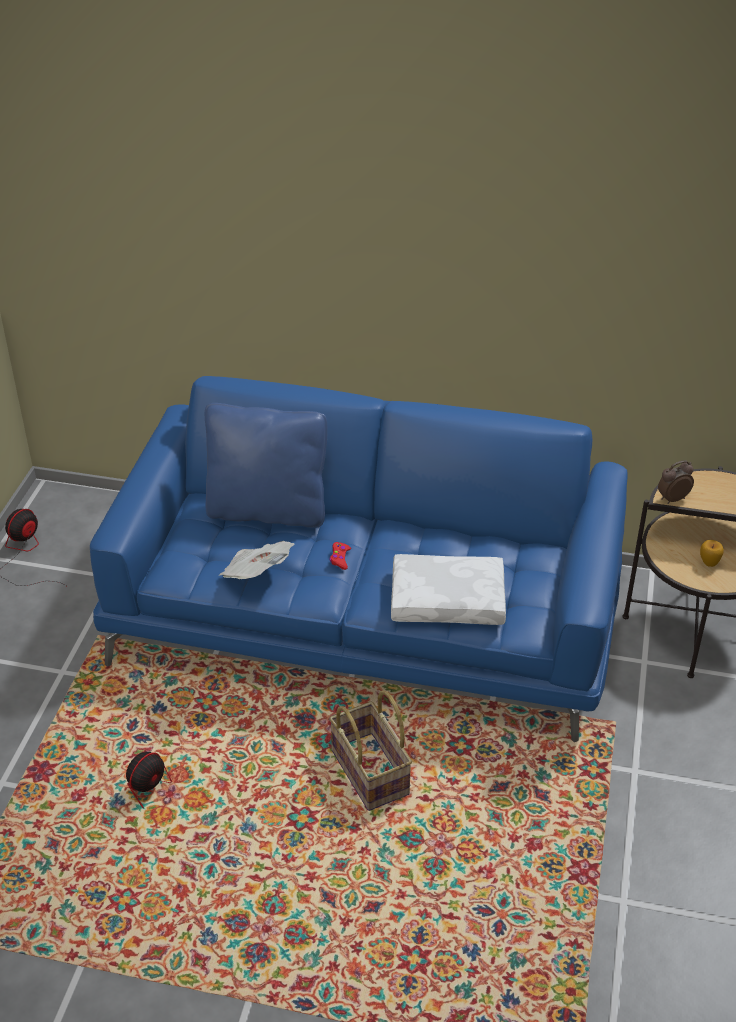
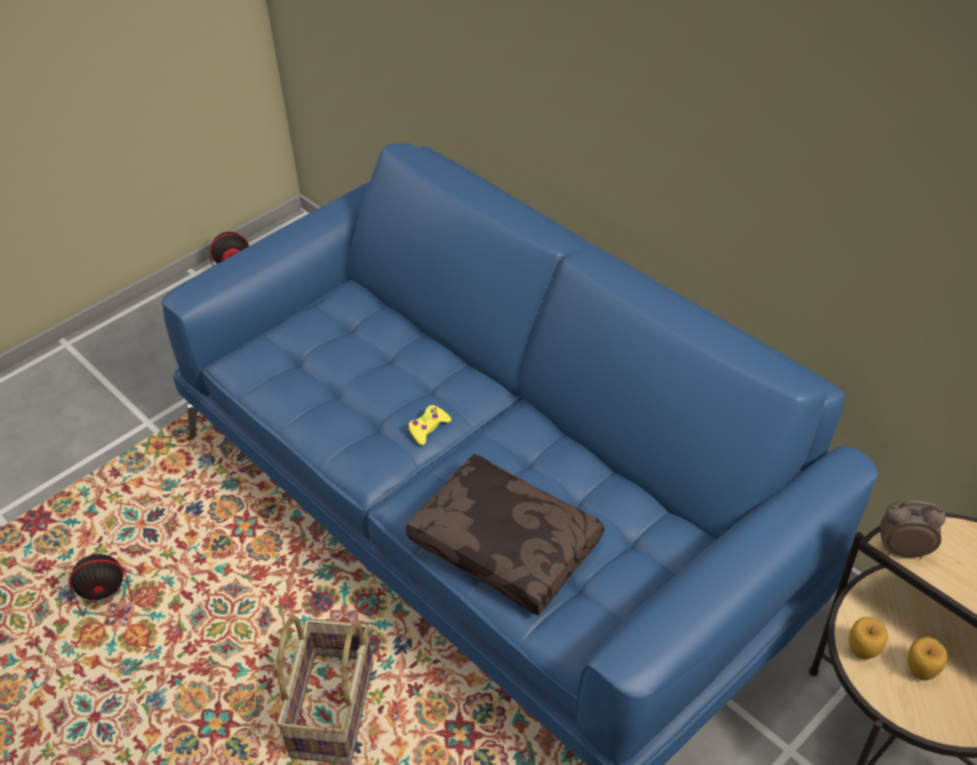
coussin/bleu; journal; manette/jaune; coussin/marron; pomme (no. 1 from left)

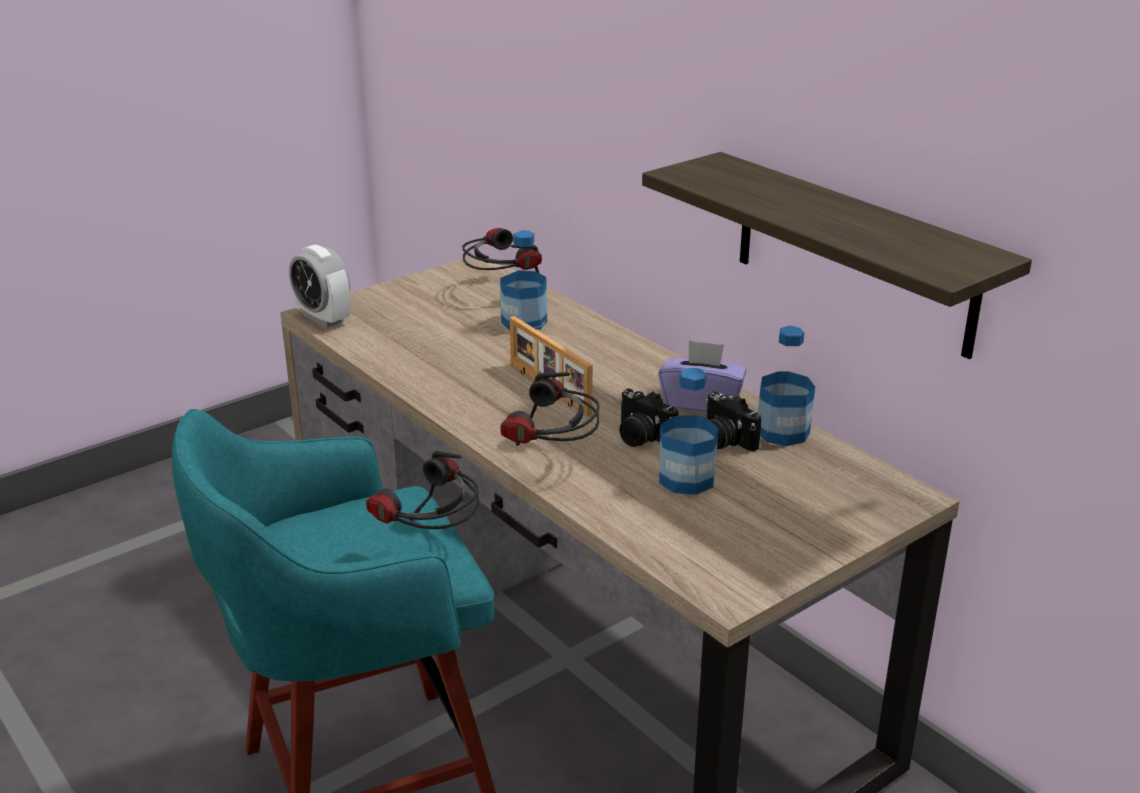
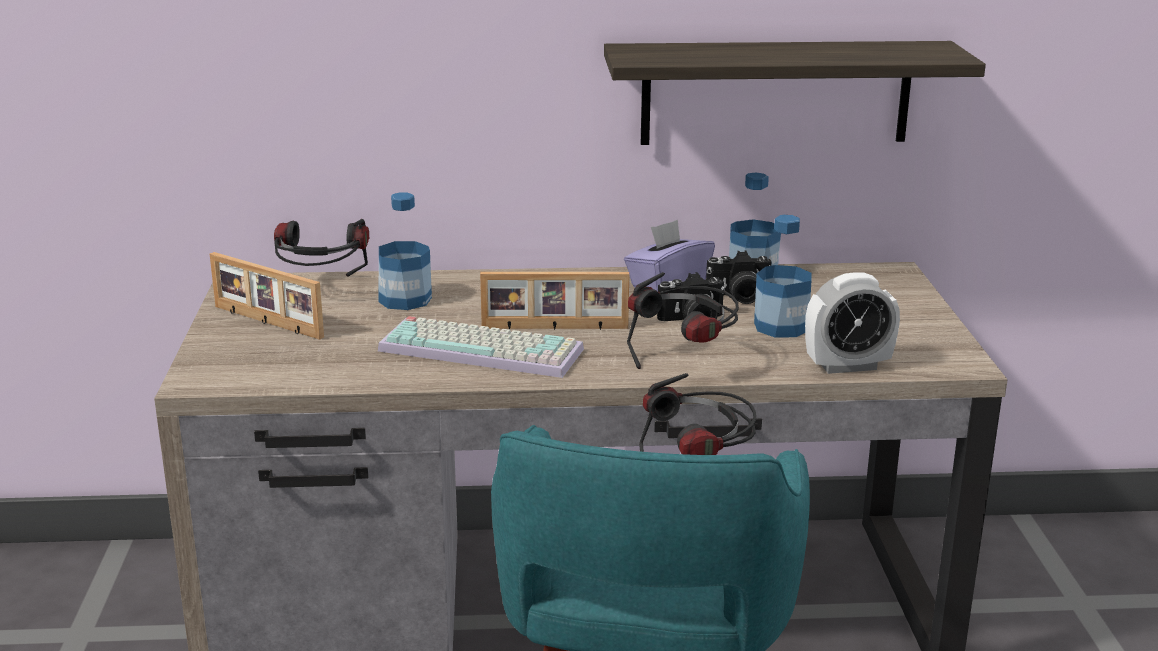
réveil; cadre photo (no. 1 from left); clavier

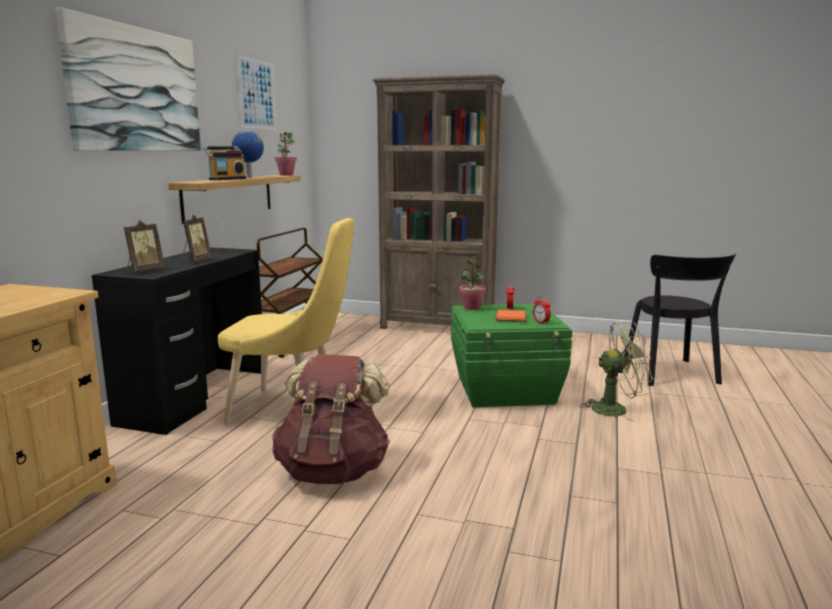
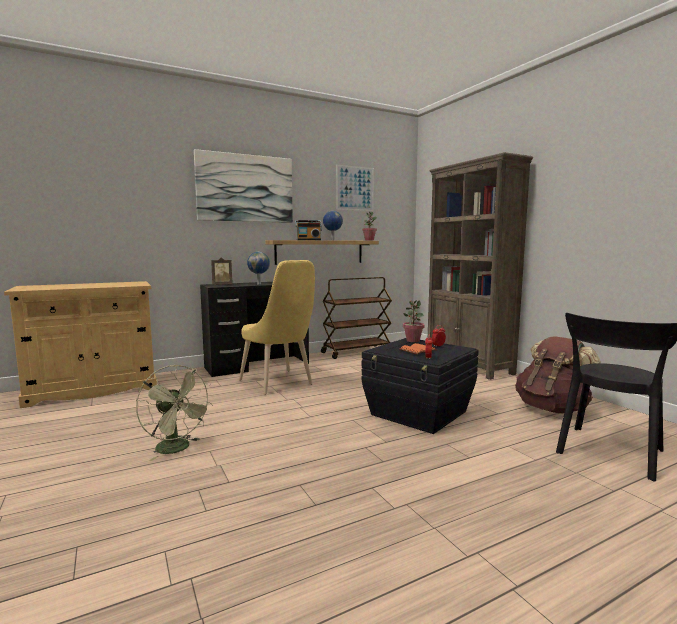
globe (no. 1 from left); boîte de rangement/noir; ventilateur/vert; sac à dos/marron

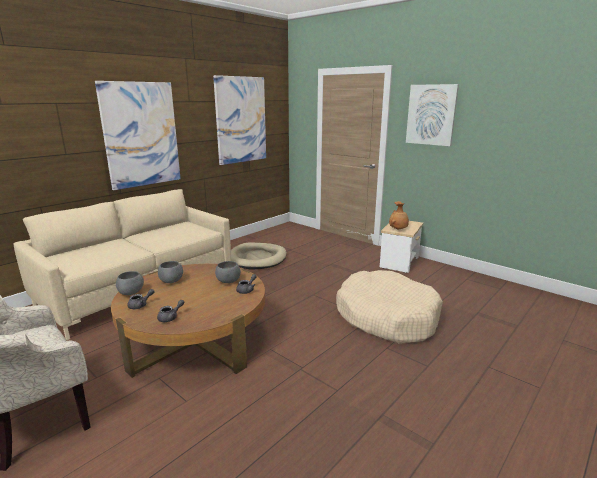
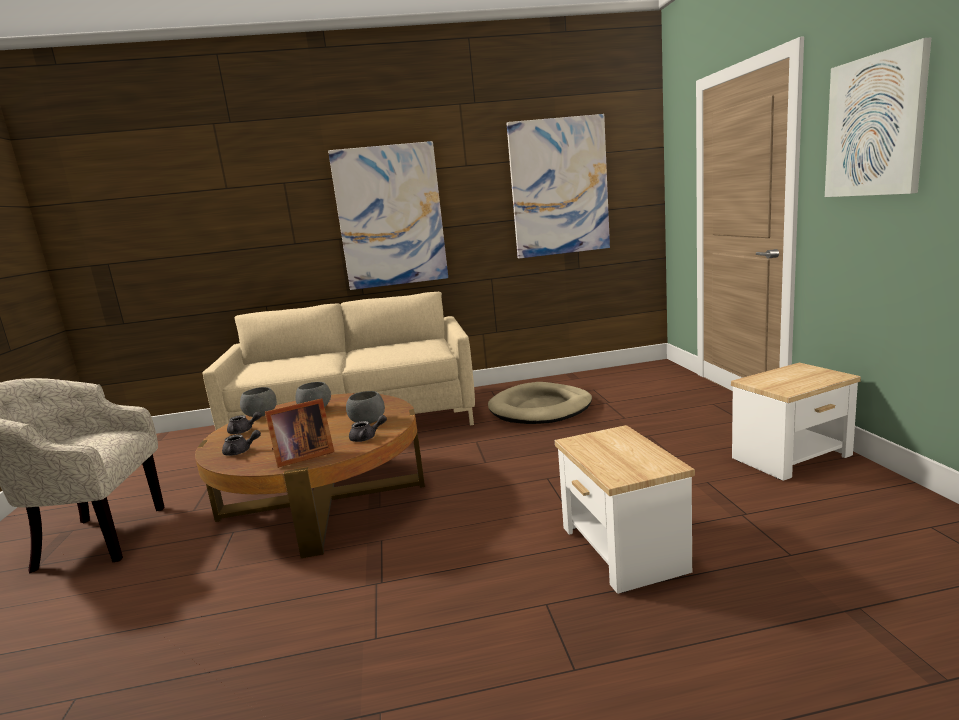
vase/marron; table d'appoint (no. 1 from left); cadre photo

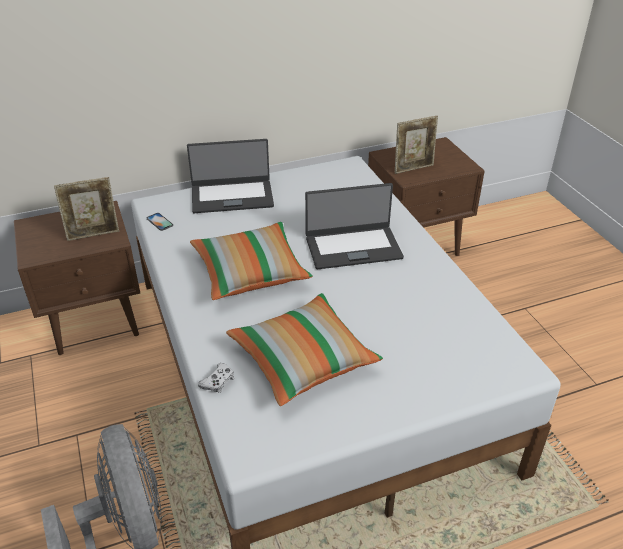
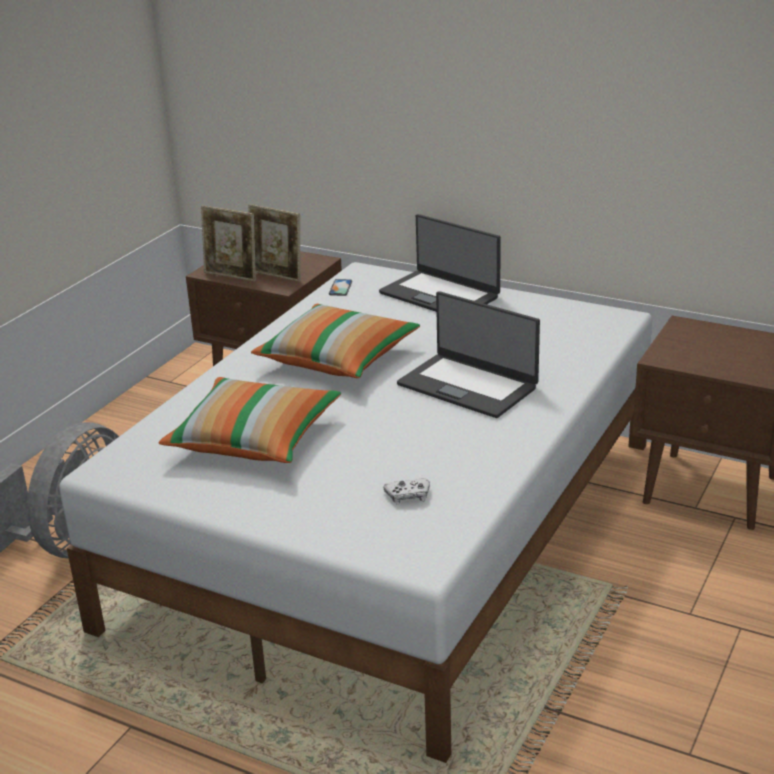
cadre photo (no. 1 from left); manette/blanc

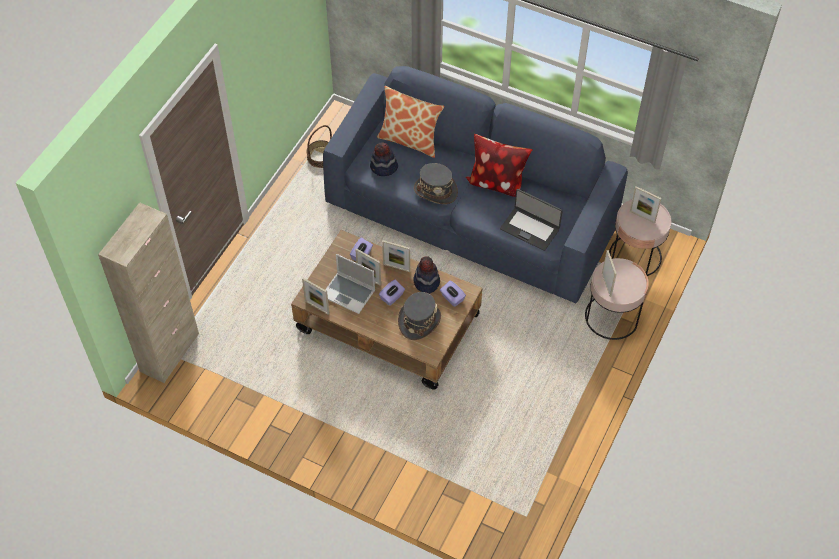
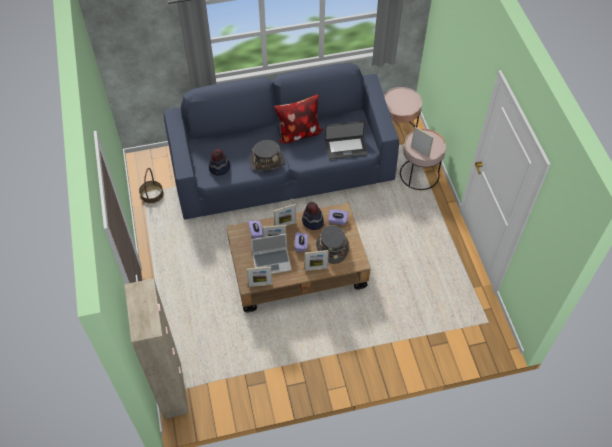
coussin (no. 1 from left in the first image); cadre photo (no. 4 from left)

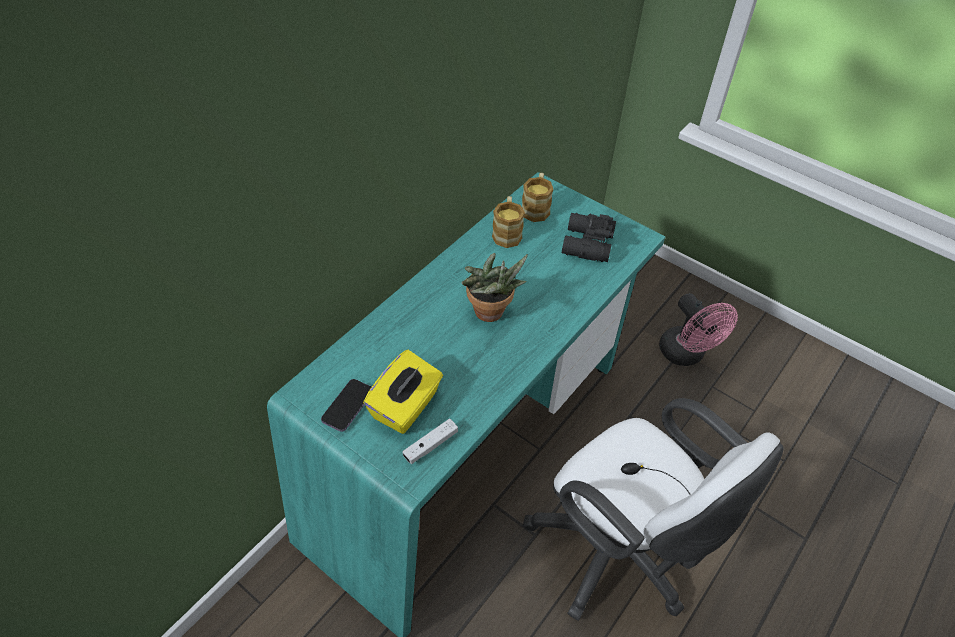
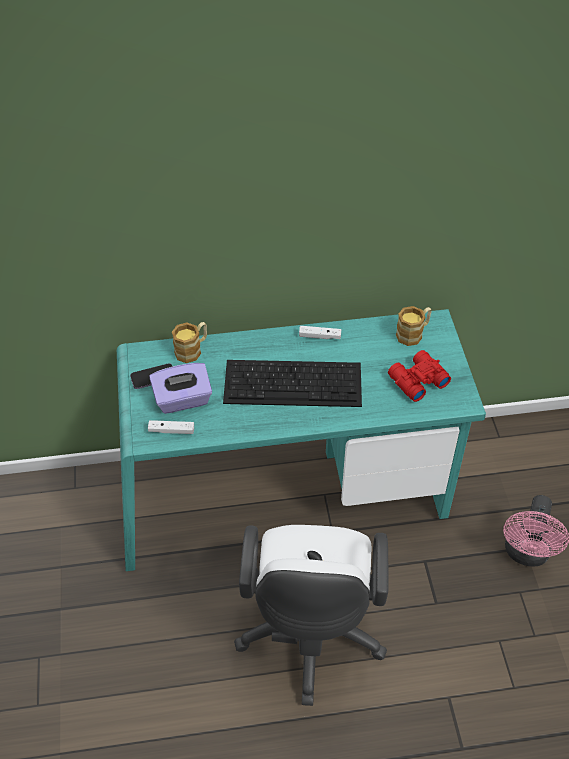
mug (no. 1 from left); jumelles/rouge; clavier; boîte à mouchoirs/violet; manette/blanc (no. 2 from left)

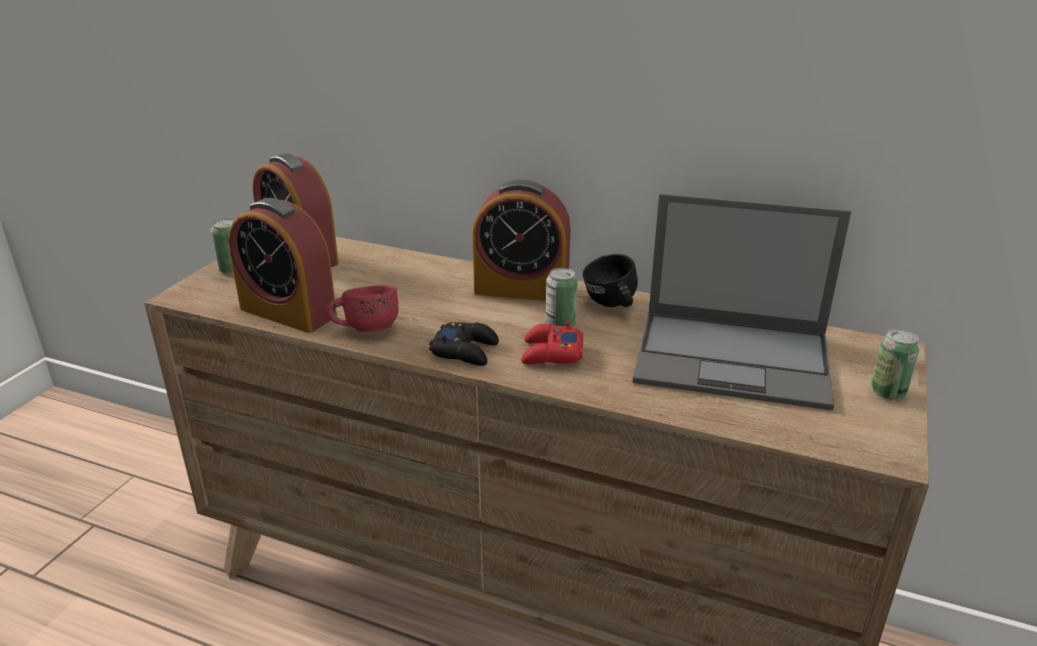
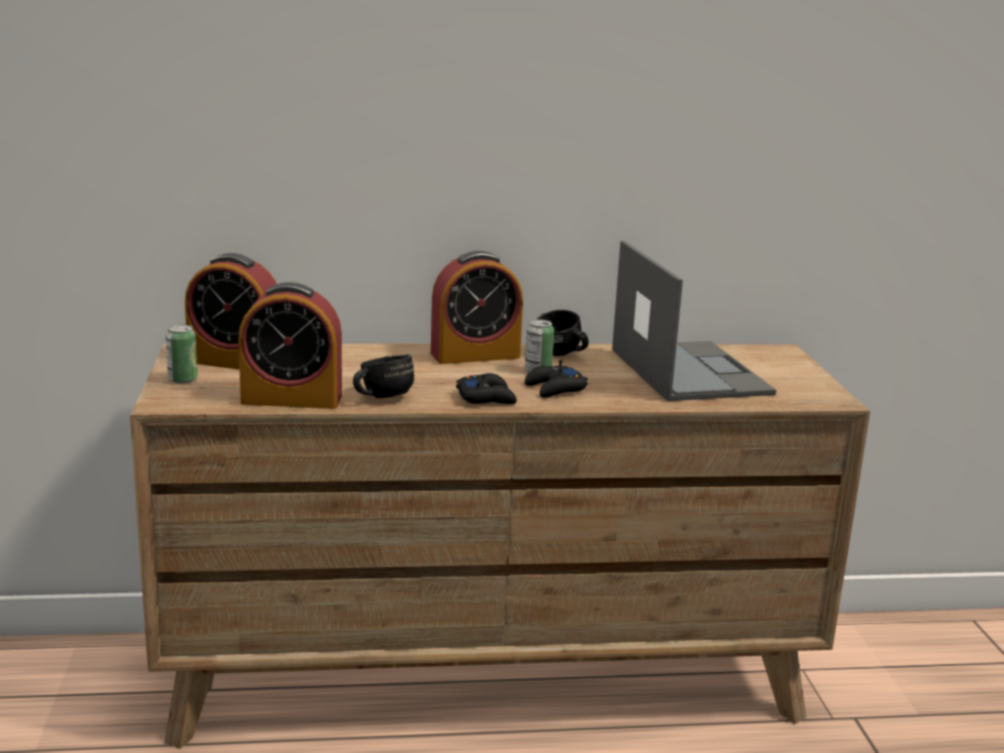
ordinateur portable; mug/noir (no. 1 from left); manette/noir (no. 2 from left); boîte métallique (no. 3 from left in the first image)

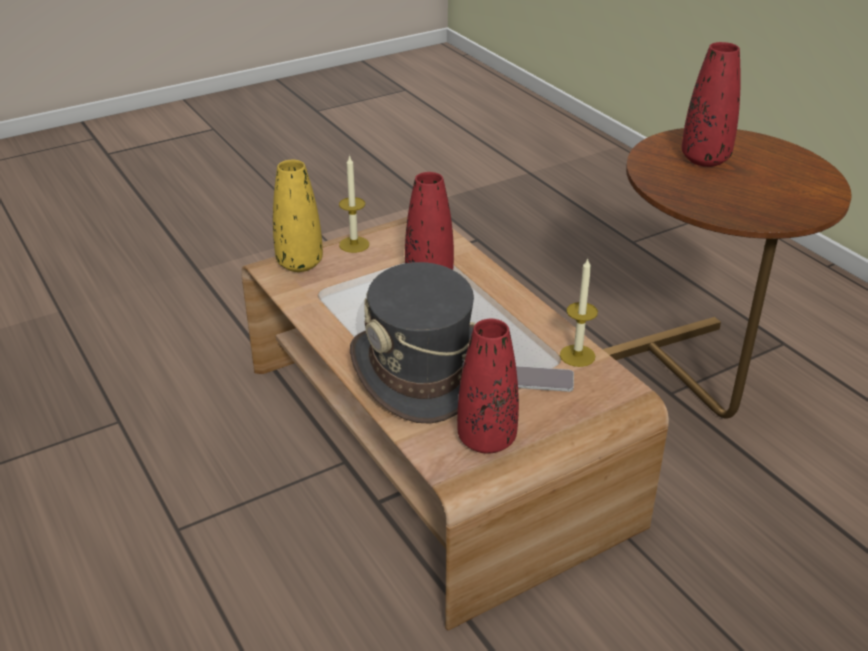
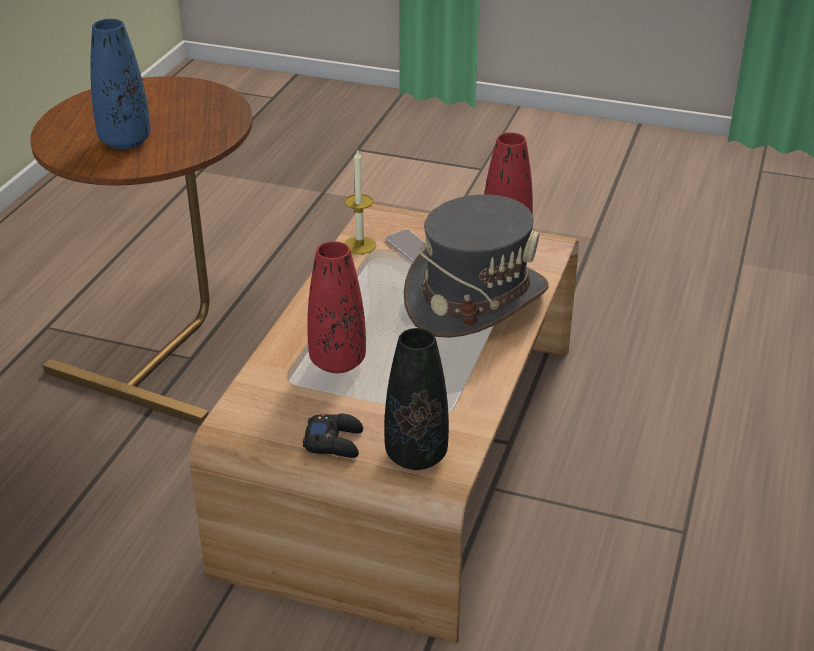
vase/bleu; manette/noir; vase/noir

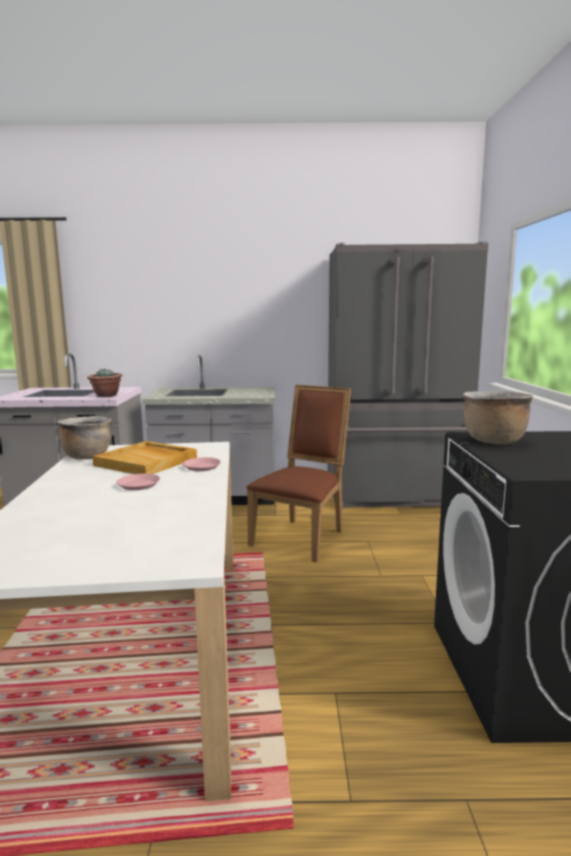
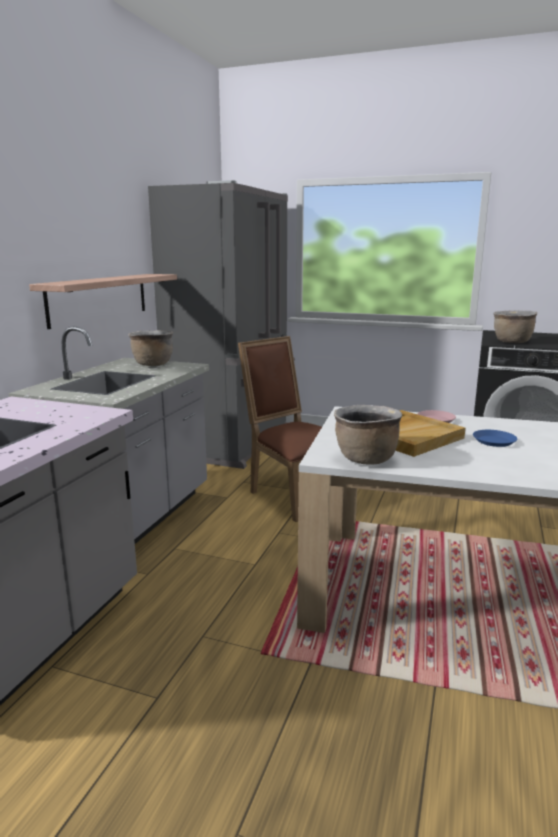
plante en pot; assiette/bleu; étagère; marmite/marron (no. 1 from left)

